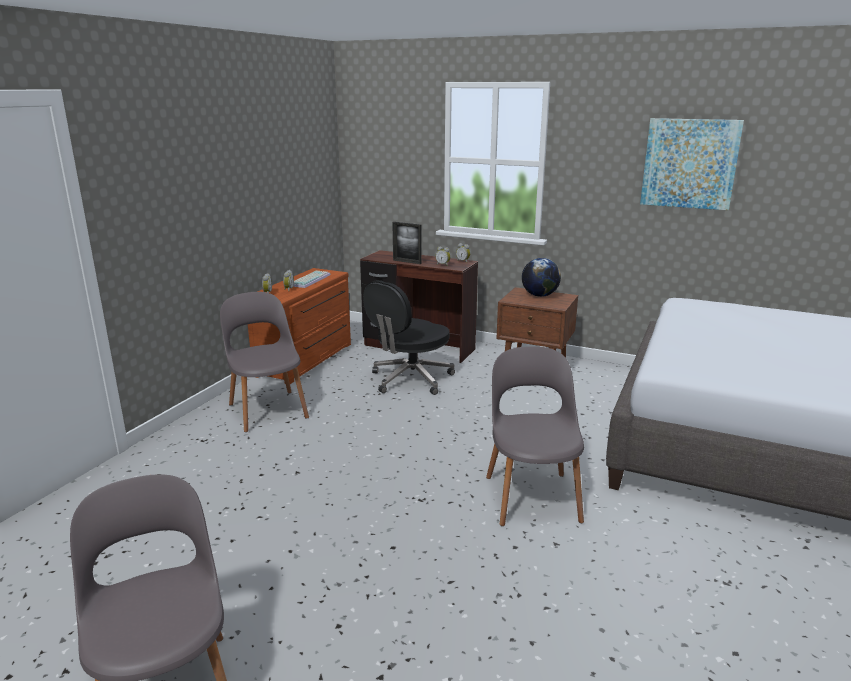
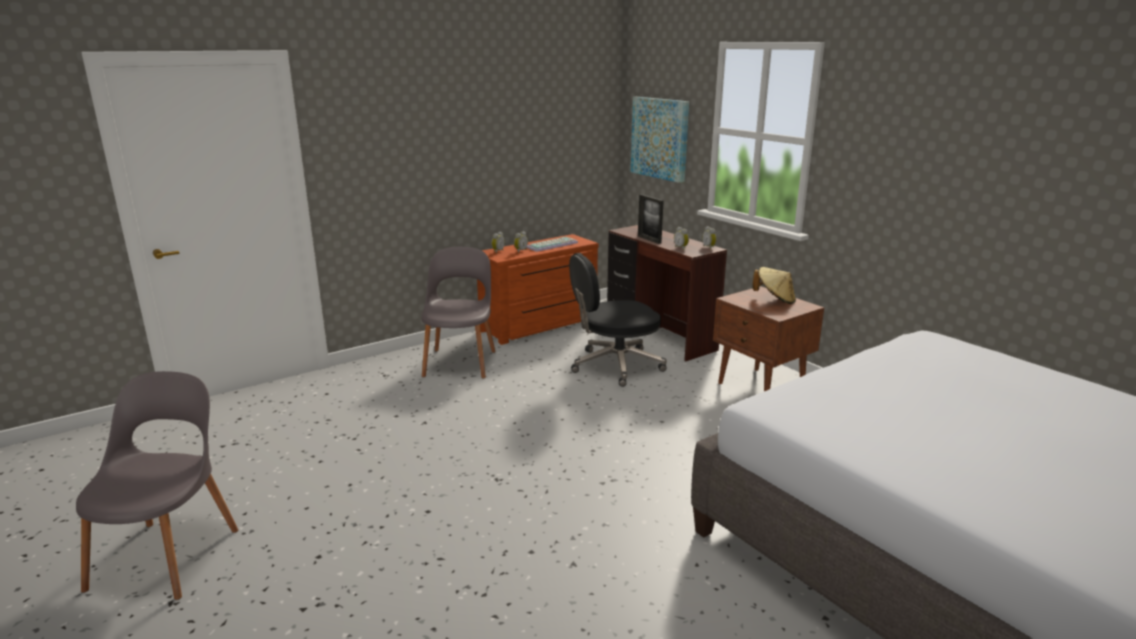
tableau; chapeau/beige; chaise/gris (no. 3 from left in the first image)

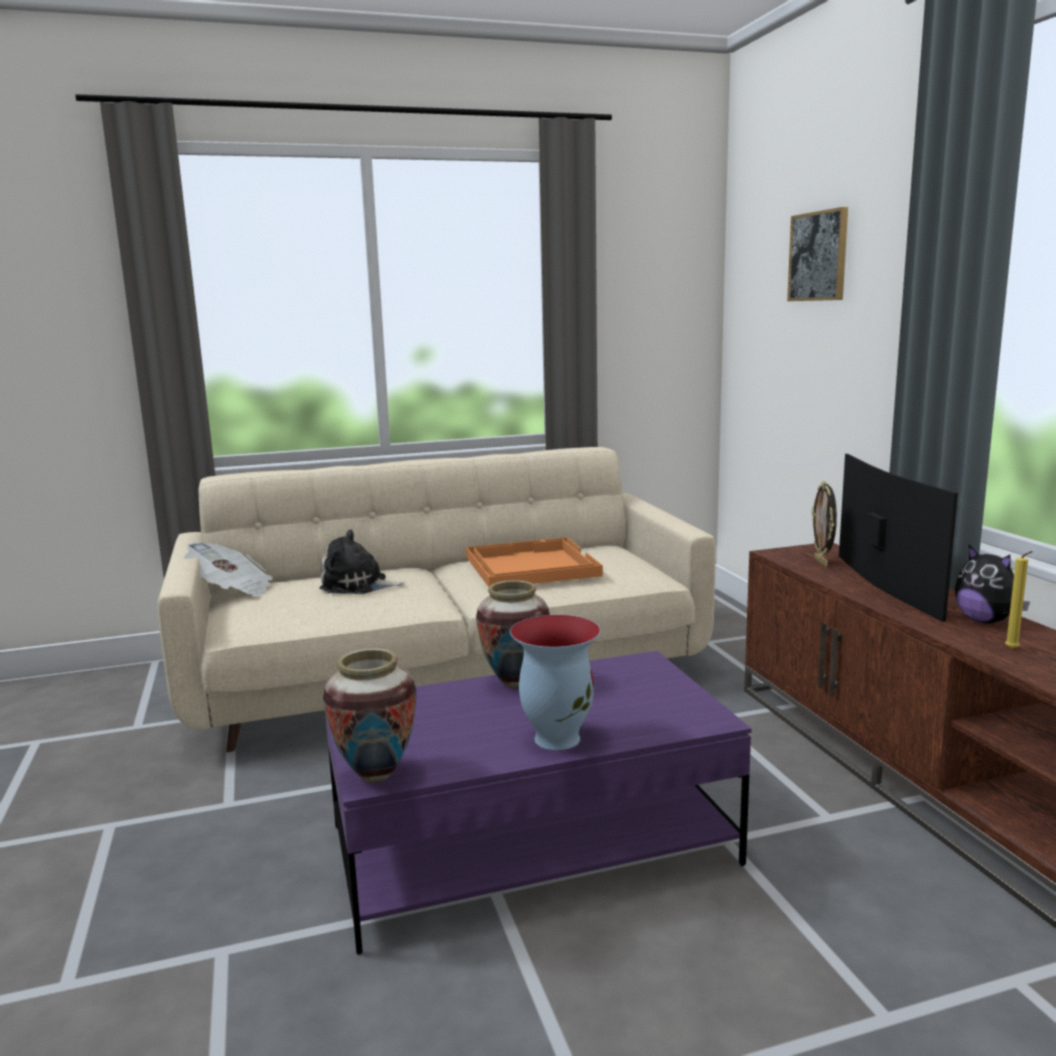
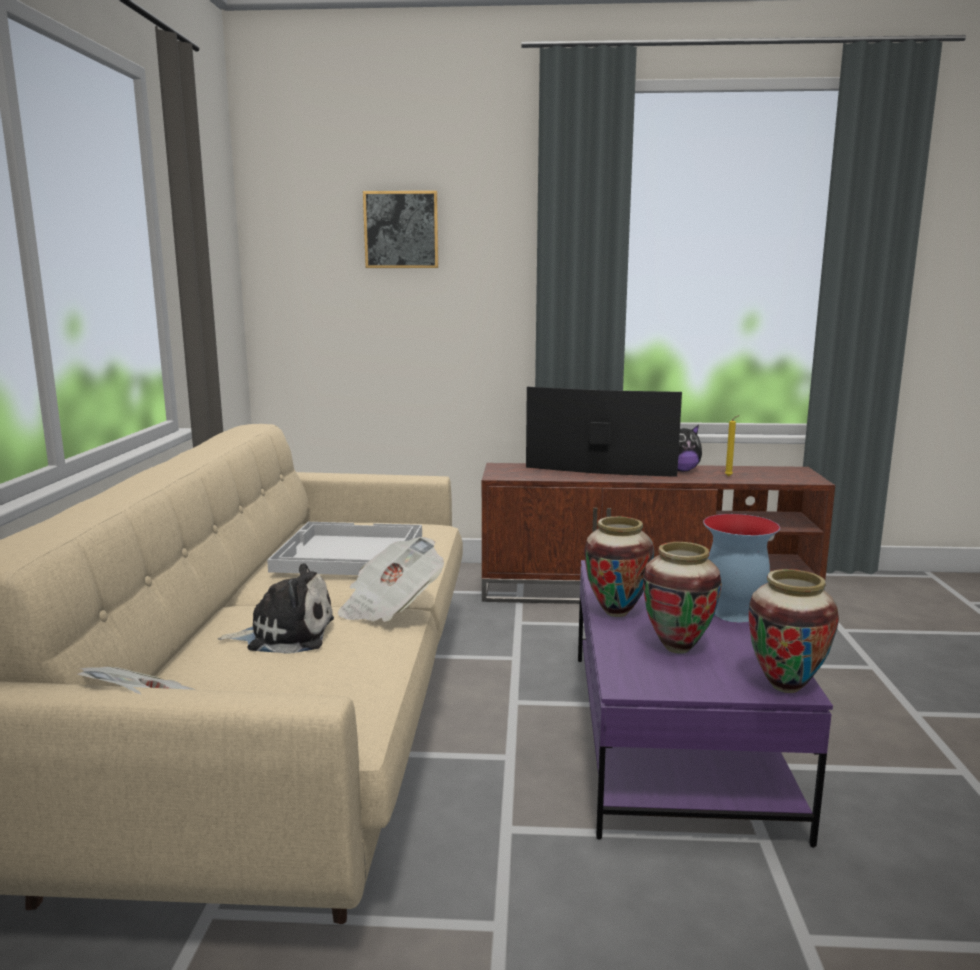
cadre photo; peluche (no. 1 from left); plateau/blanc; journal (no. 2 from left); vase (no. 2 from left)

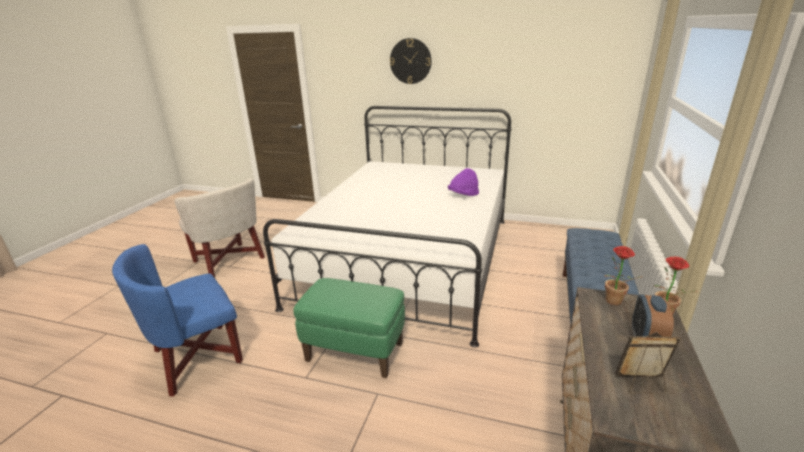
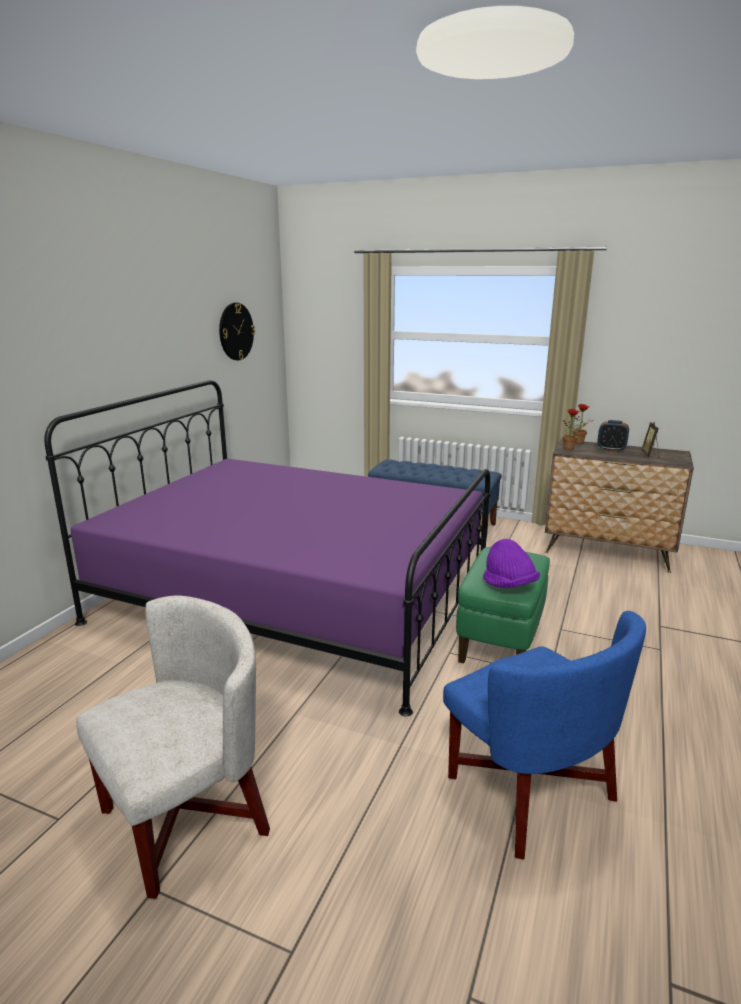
horloge murale; lit/violet; chapeau/violet

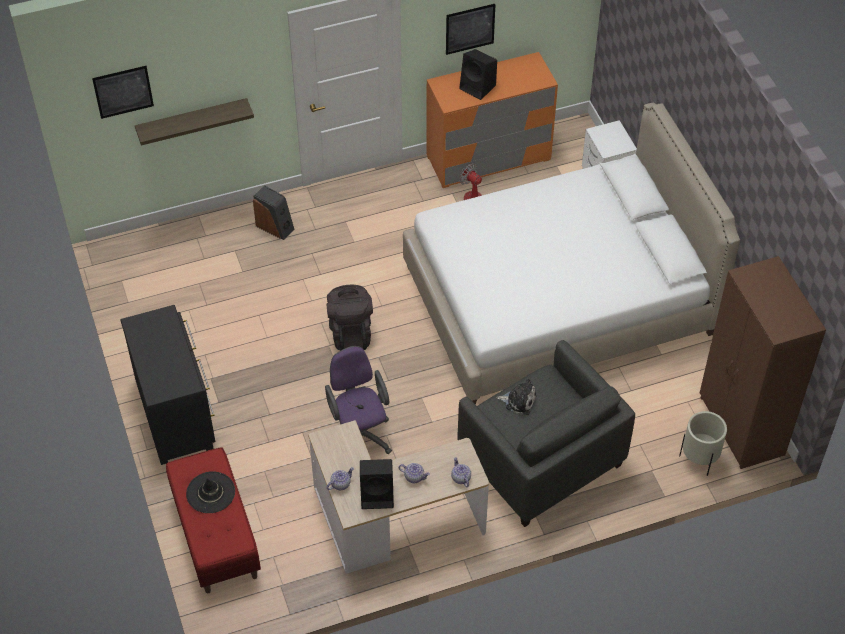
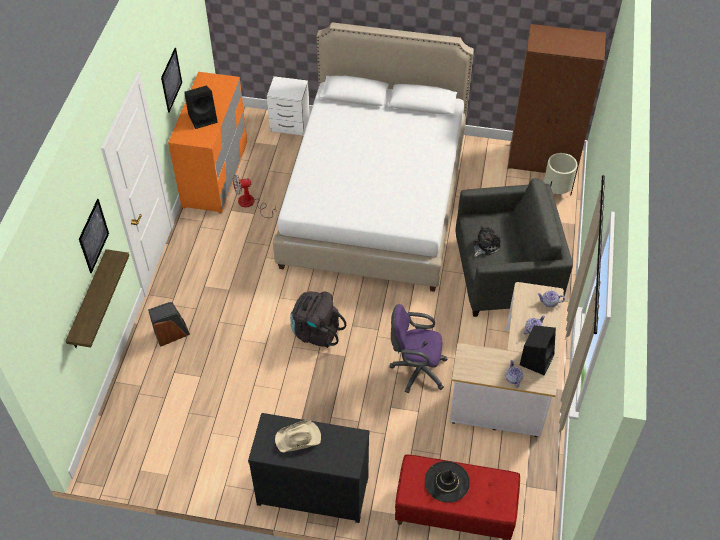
tableau (no. 1 from left); chapeau/beige

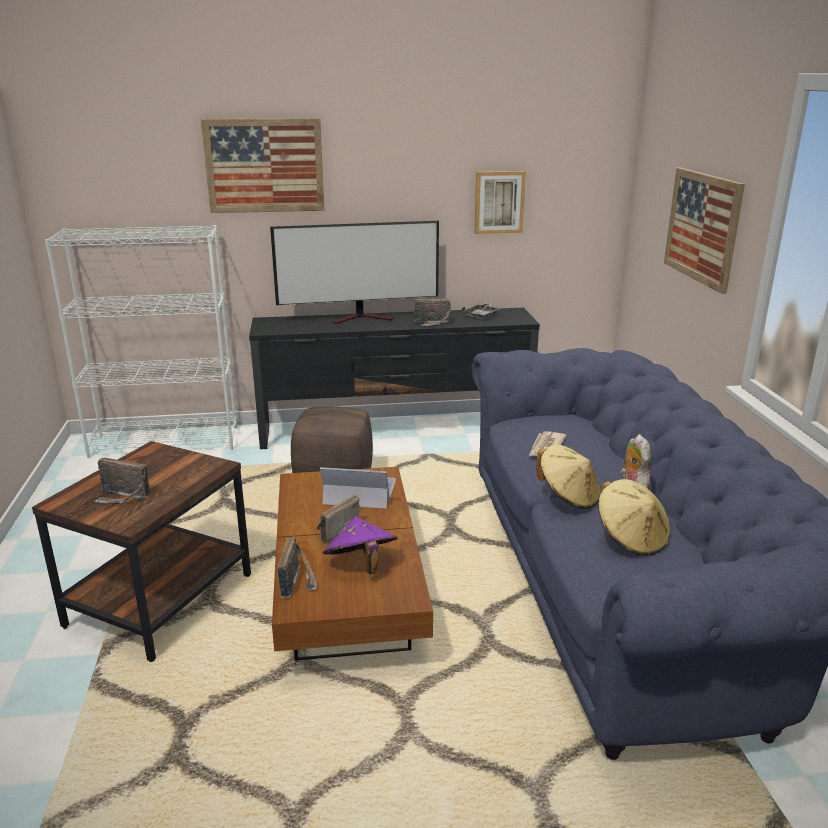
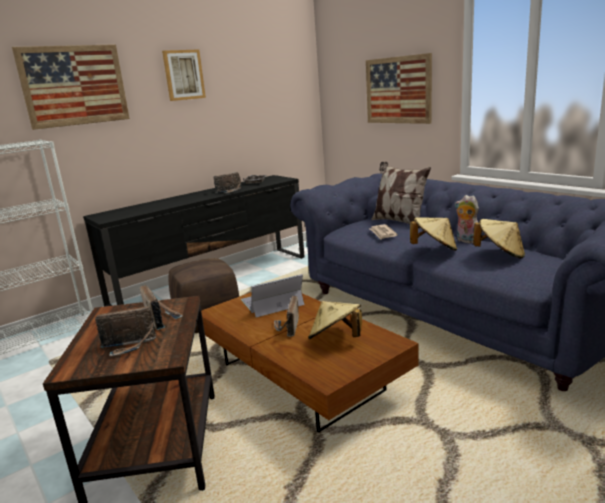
tableau (no. 2 from left); téléviseur; chapeau/beige (no. 1 from left); radio (no. 2 from left); coussin

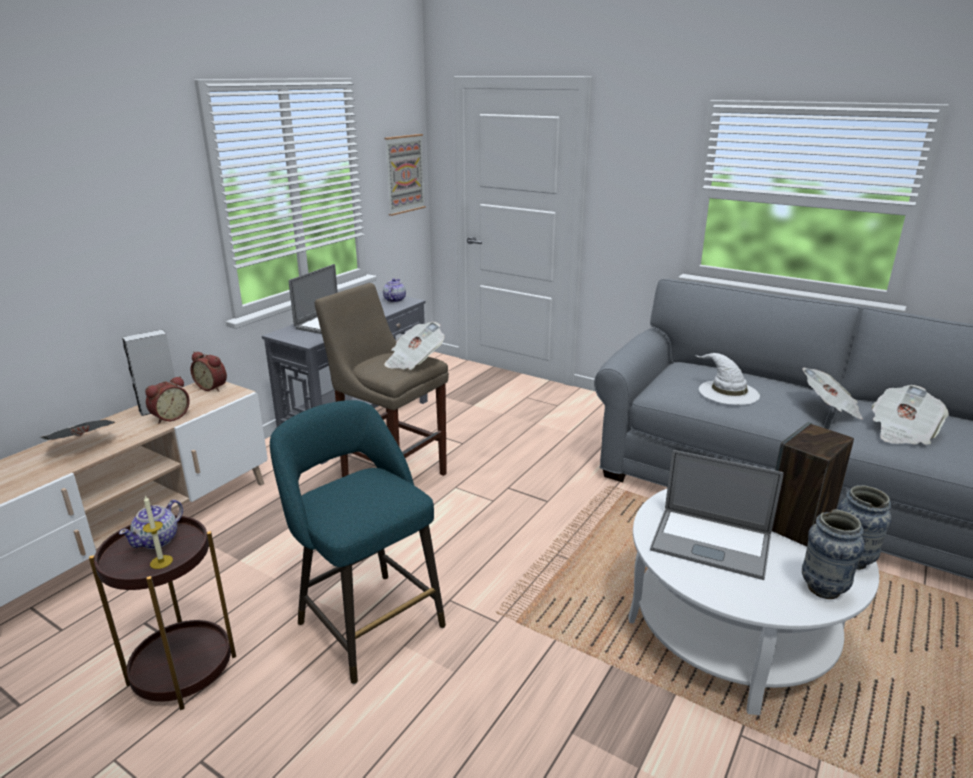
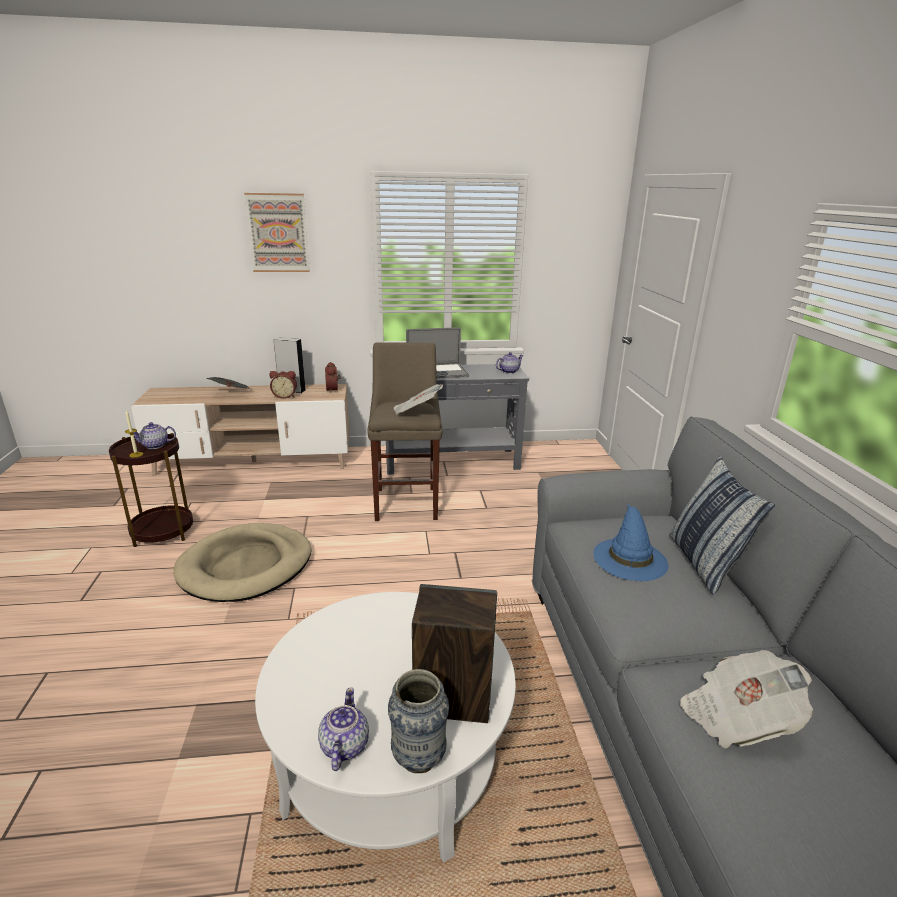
tableau; chapeau/bleu; journal (no. 3 from left in the first image); panier pour chien/beige; ordinateur portable (no. 2 from left in the first image); théière (no. 2 from left); coussin

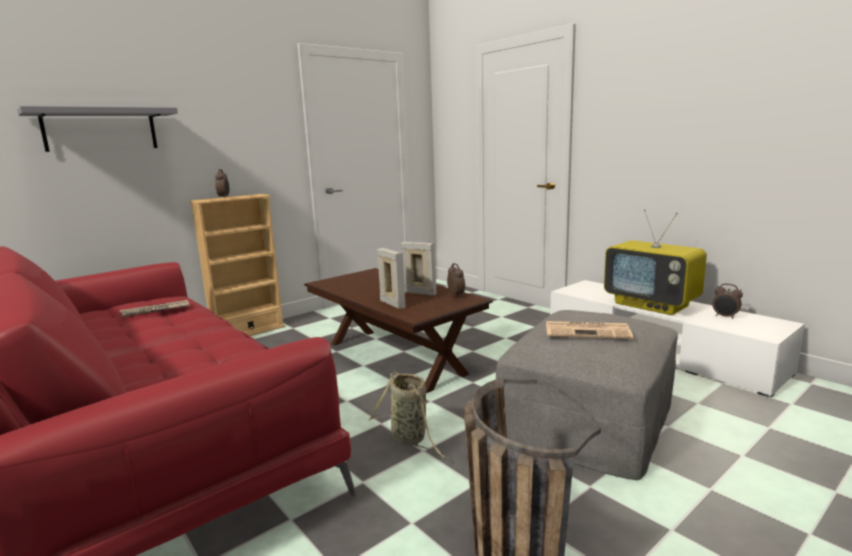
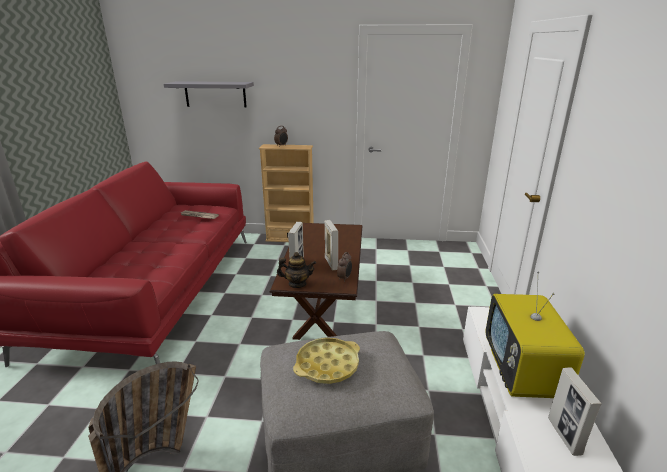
cadre photo (no. 3 from left); plateau/jaune; panier (no. 1 from left in the first image); théière

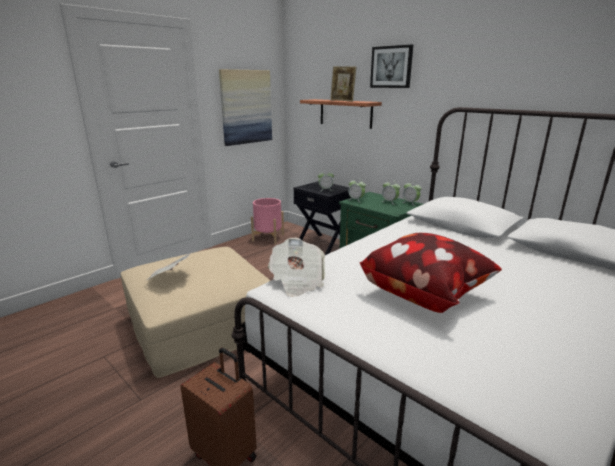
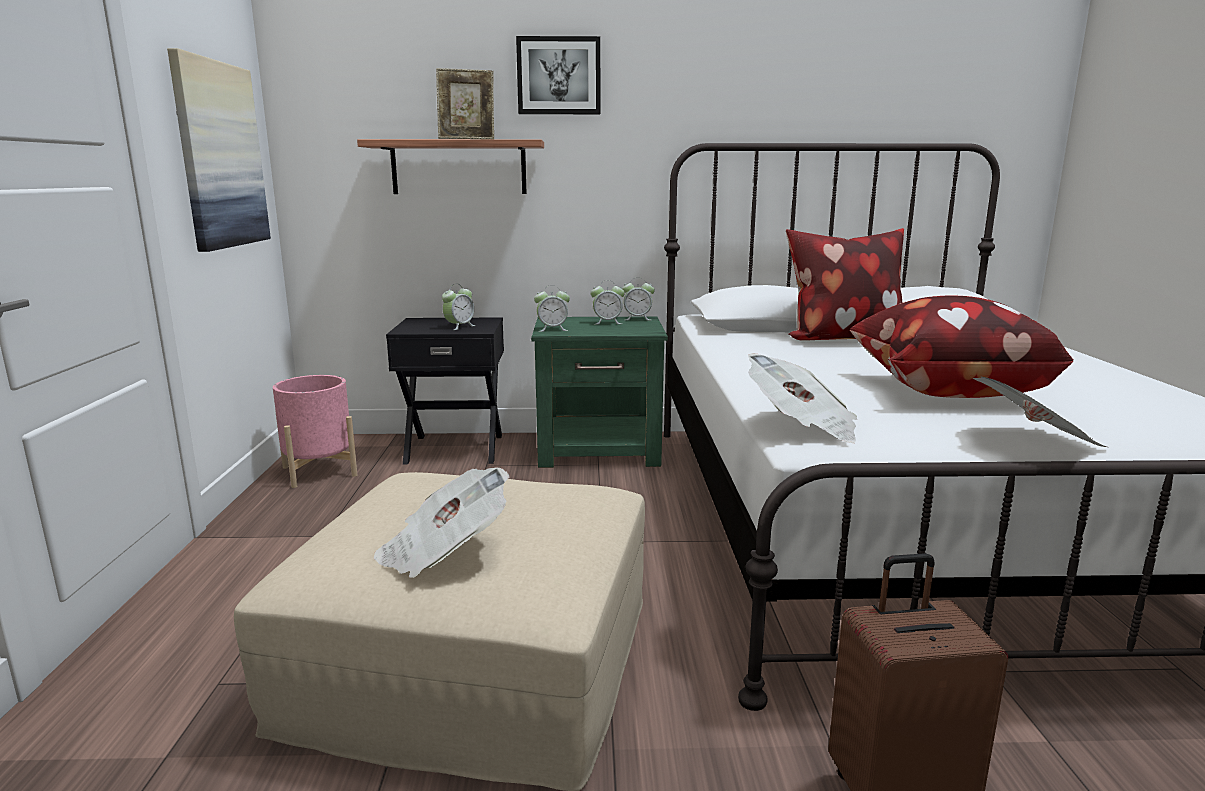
coussin (no. 1 from left); journal (no. 3 from left)

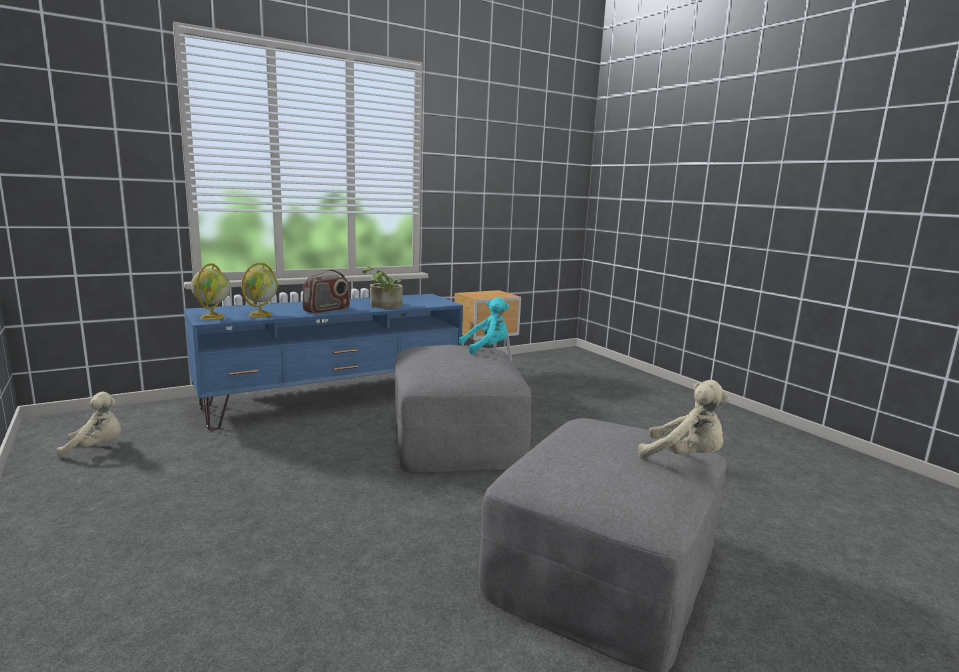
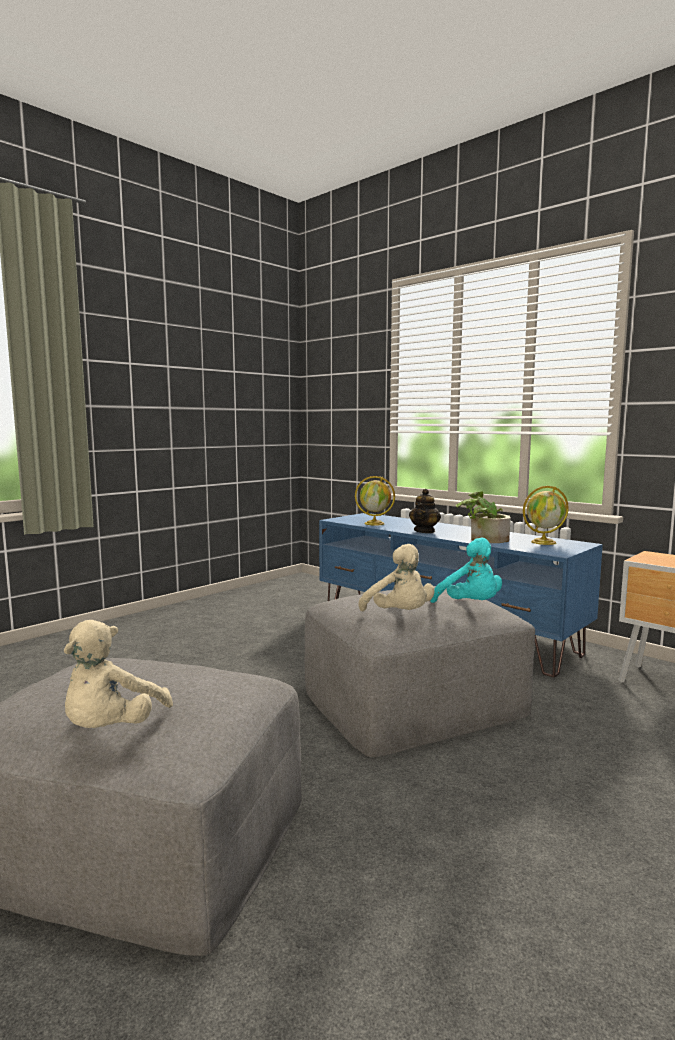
globe (no. 2 from left); théière; peluche/beige (no. 2 from left)

